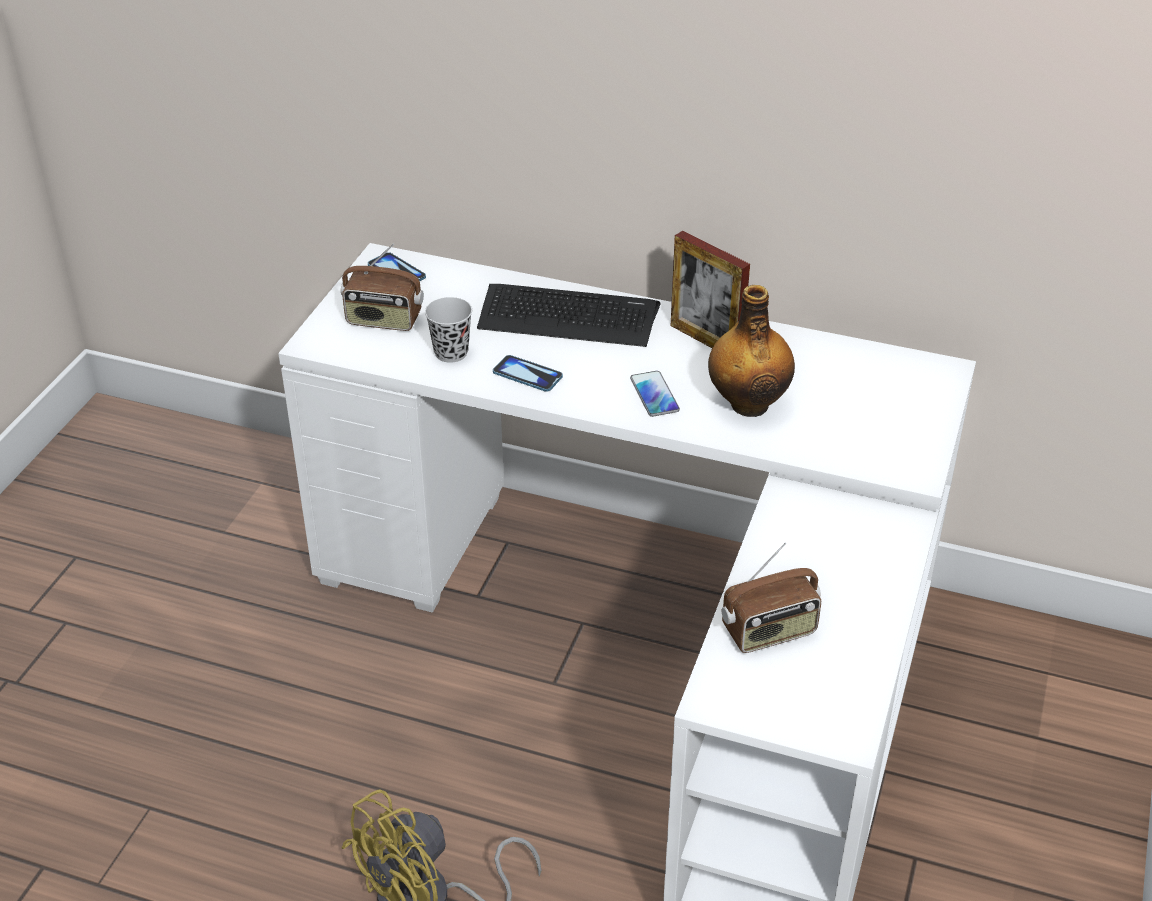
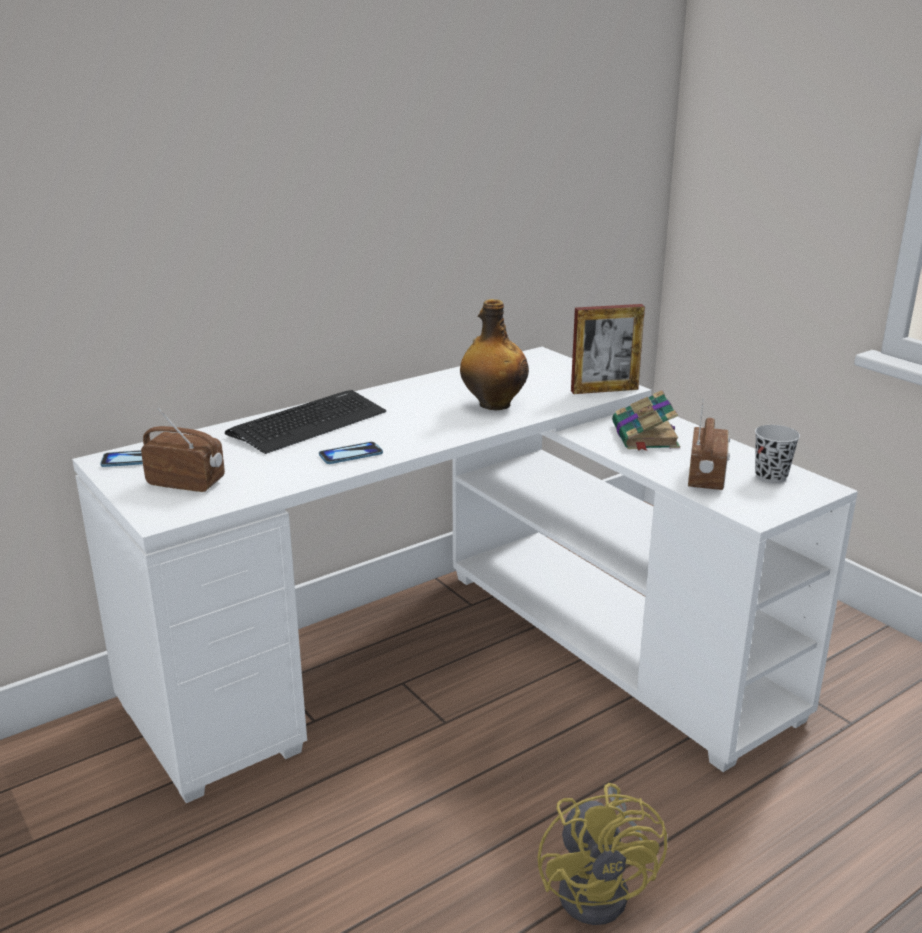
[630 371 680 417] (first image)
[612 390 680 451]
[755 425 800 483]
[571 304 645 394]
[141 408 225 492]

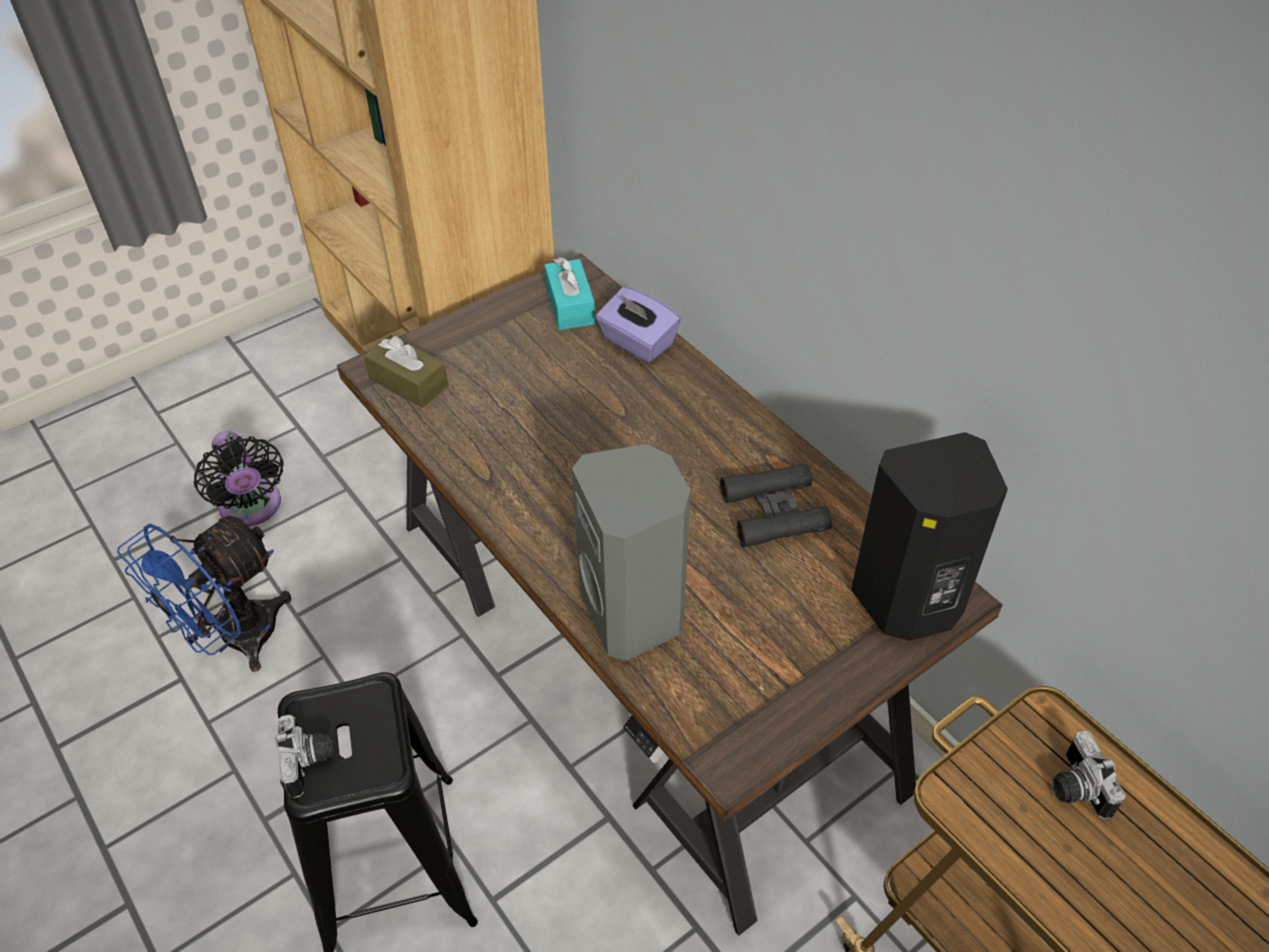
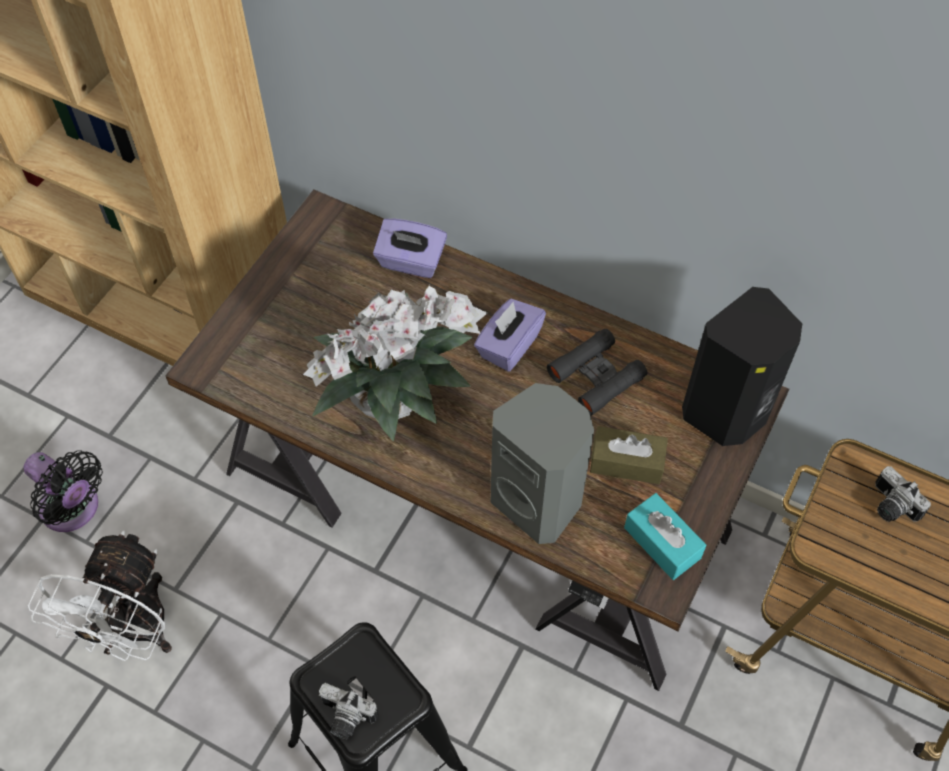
[303 285 487 441]
[474 299 546 372]
[590 426 668 484]
[624 493 706 580]
[28 531 172 661]
[319 683 379 740]

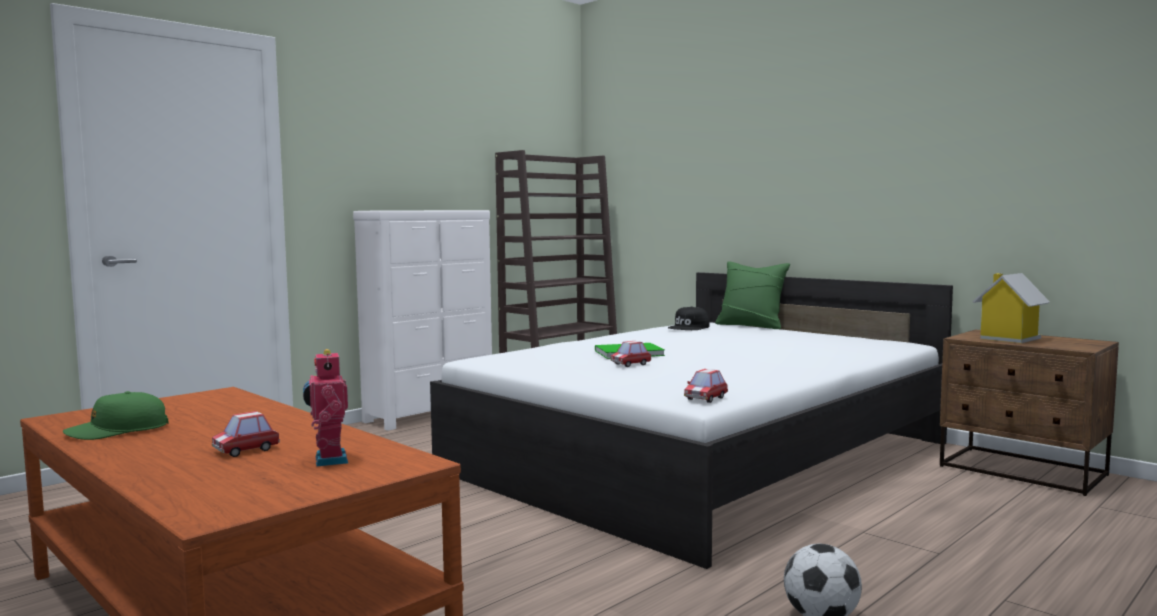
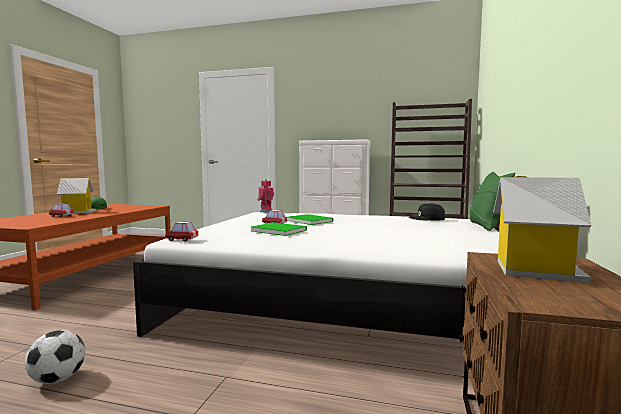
[57 178 96 214]
[251 222 307 236]
[257 179 274 213]

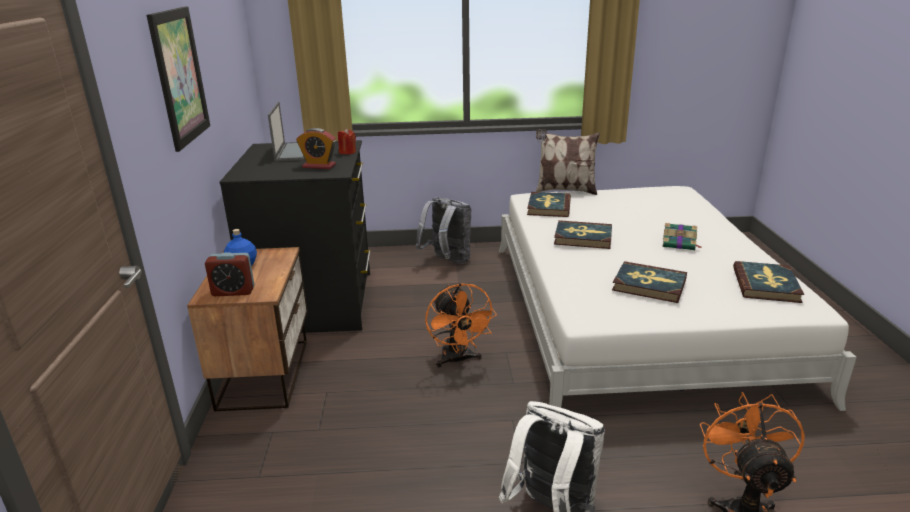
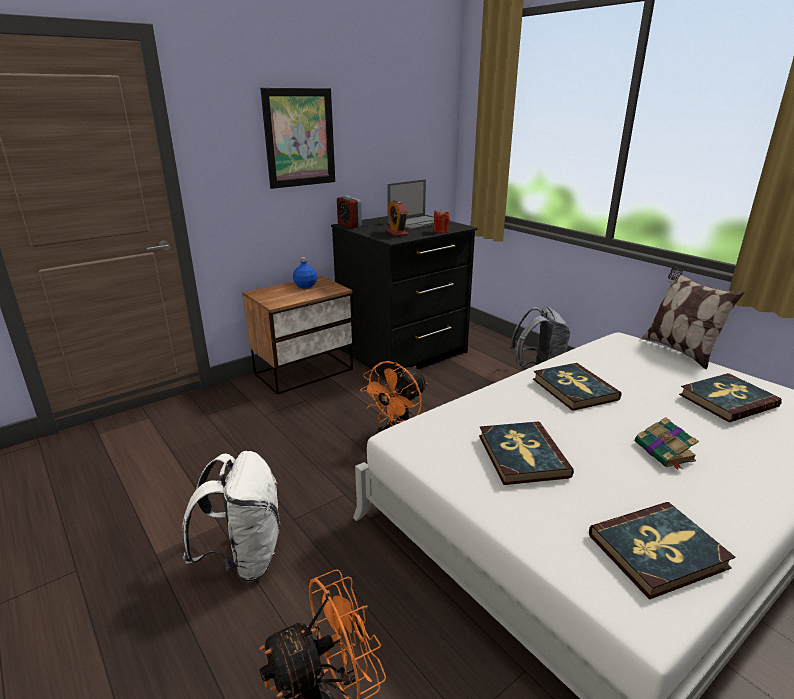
[337 195 362 228]
[679 373 782 422]

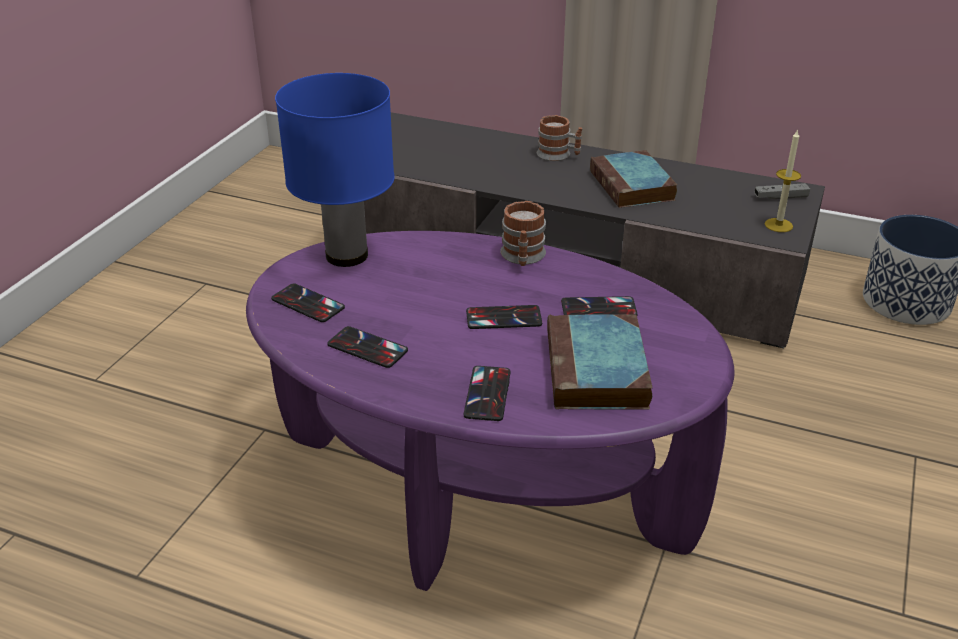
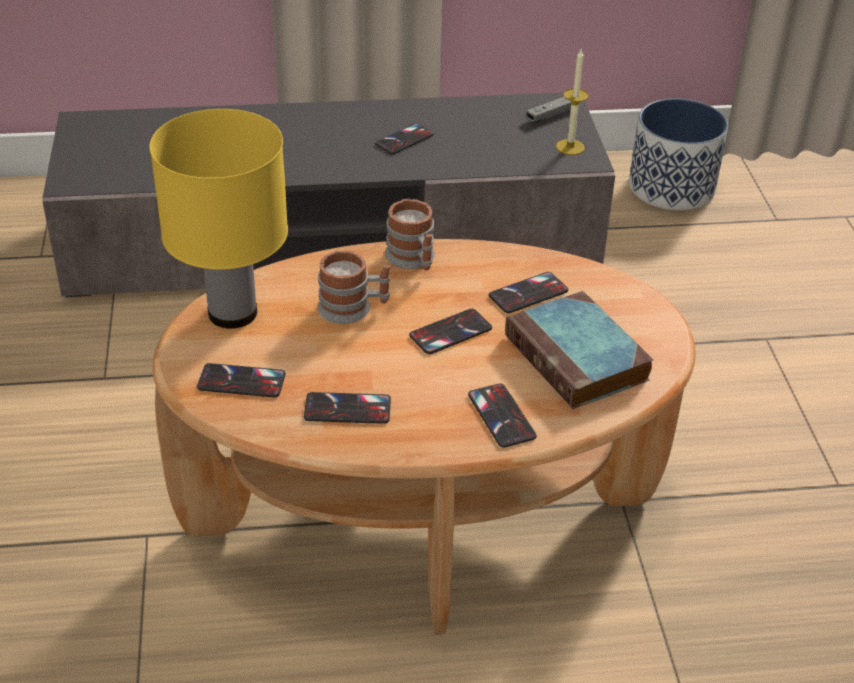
[317 250 390 324]
[375 123 434 154]
[153 239 696 635]
[150 109 288 329]

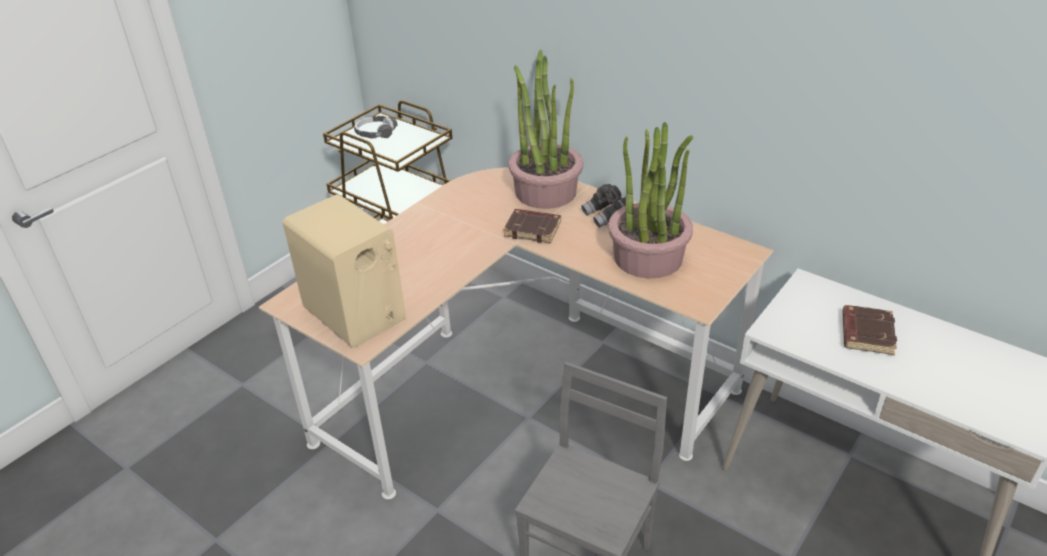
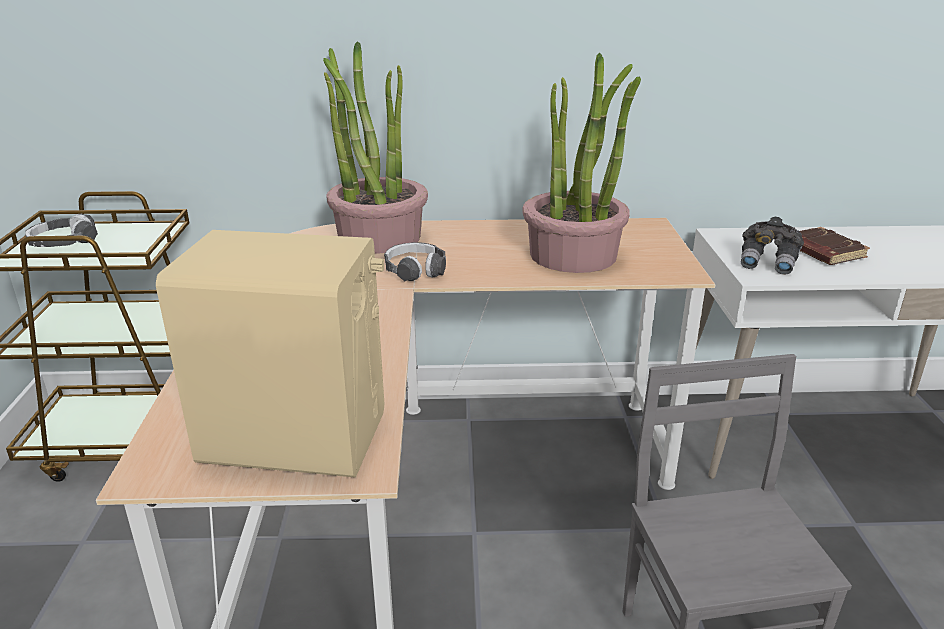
[741 217 804 275]
[384 242 446 281]

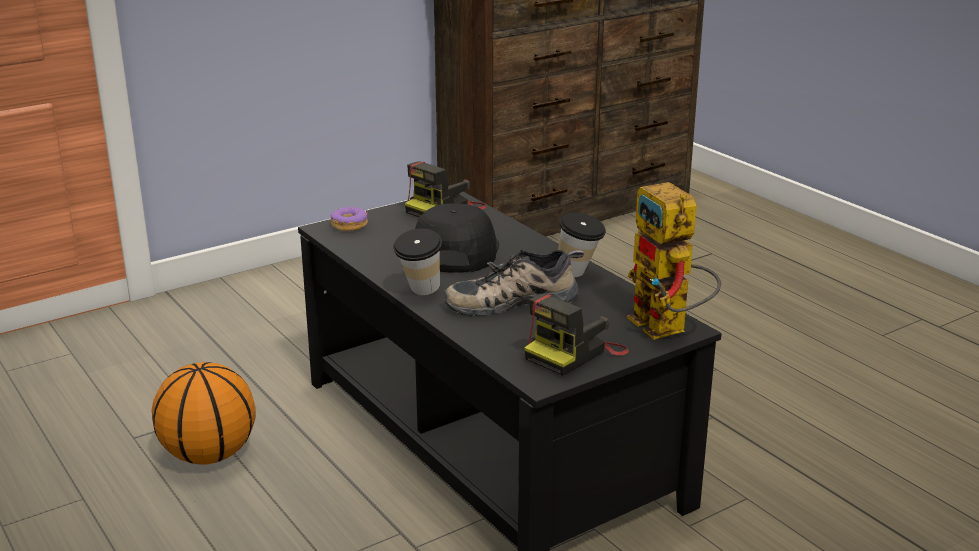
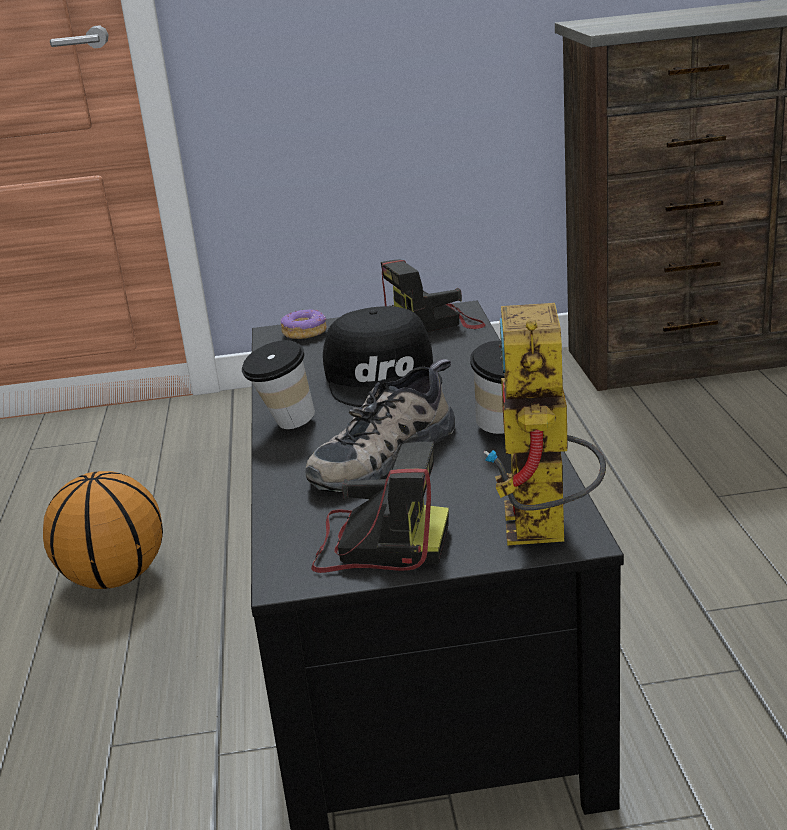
[323 306 442 407]
[306 359 455 493]
[311 442 449 573]

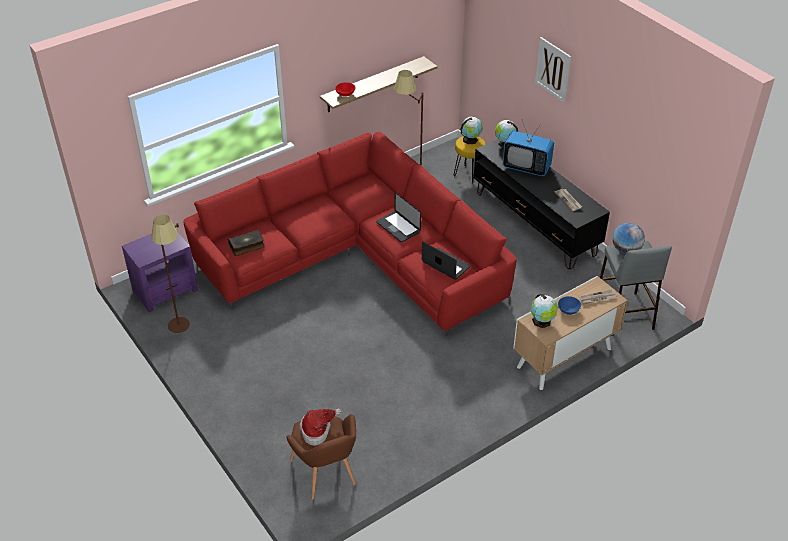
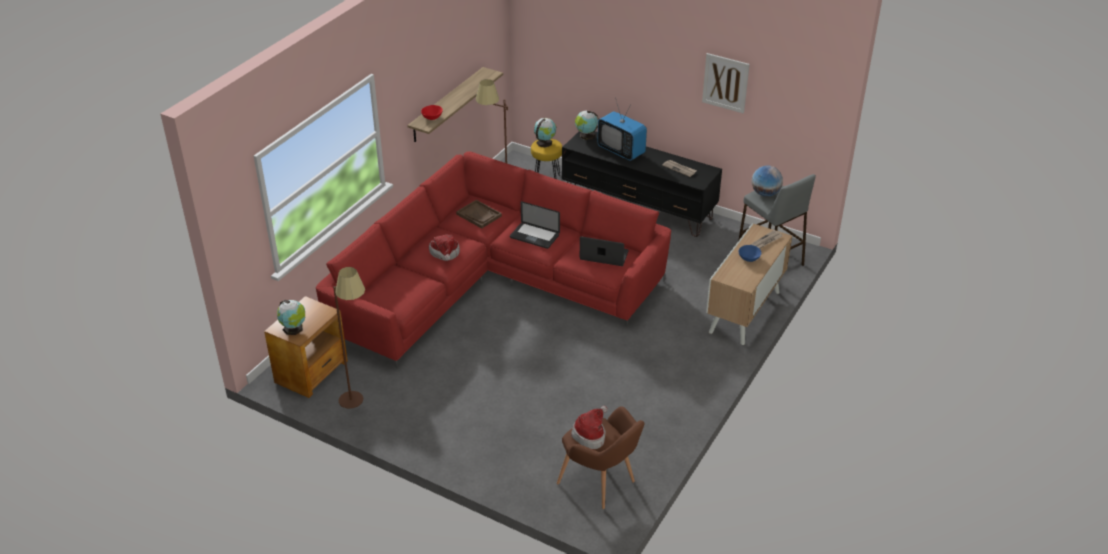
[228 230 265 256] (first image)
[429 235 460 261]
[456 200 502 229]
[277 300 305 335]
[702 53 750 113]
[264 296 348 398]
[597 98 647 161]

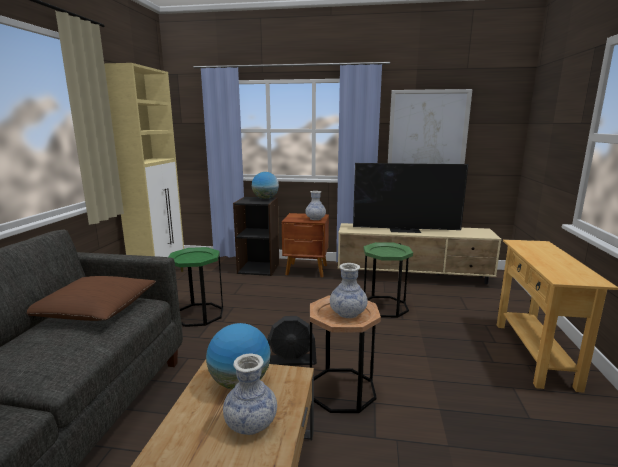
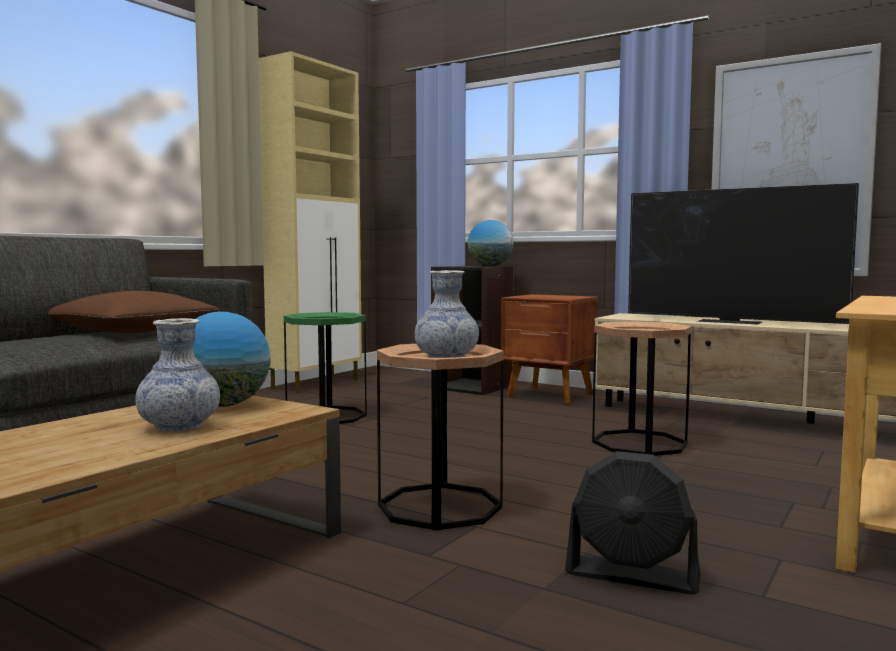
[305 191 326 220] (first image)
[565 451 700 595]
[592 321 691 456]

